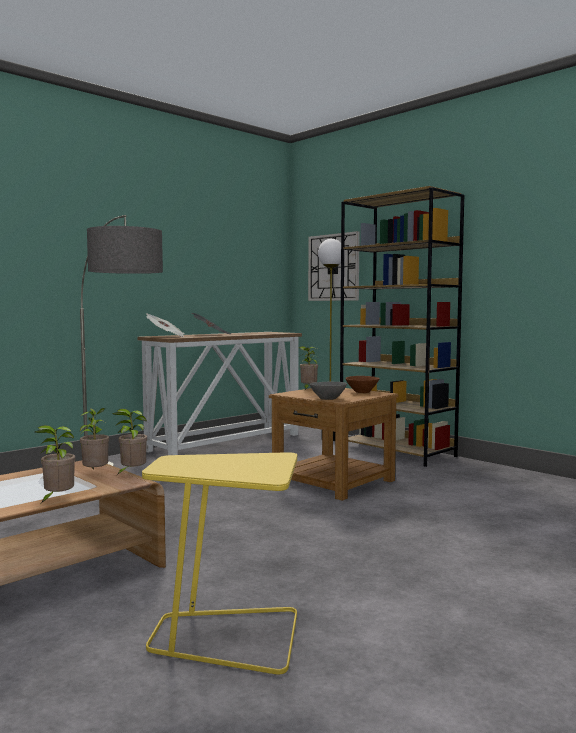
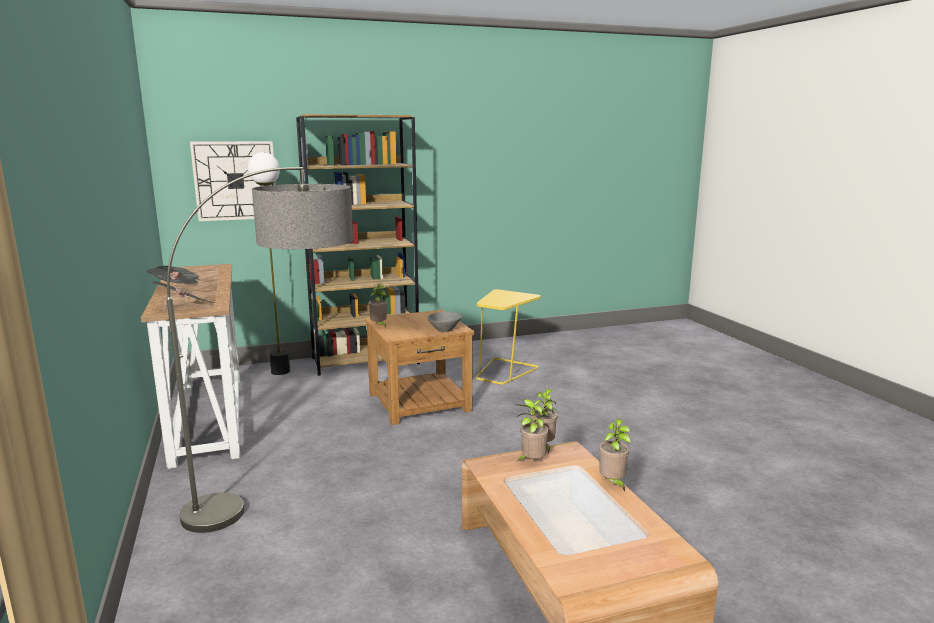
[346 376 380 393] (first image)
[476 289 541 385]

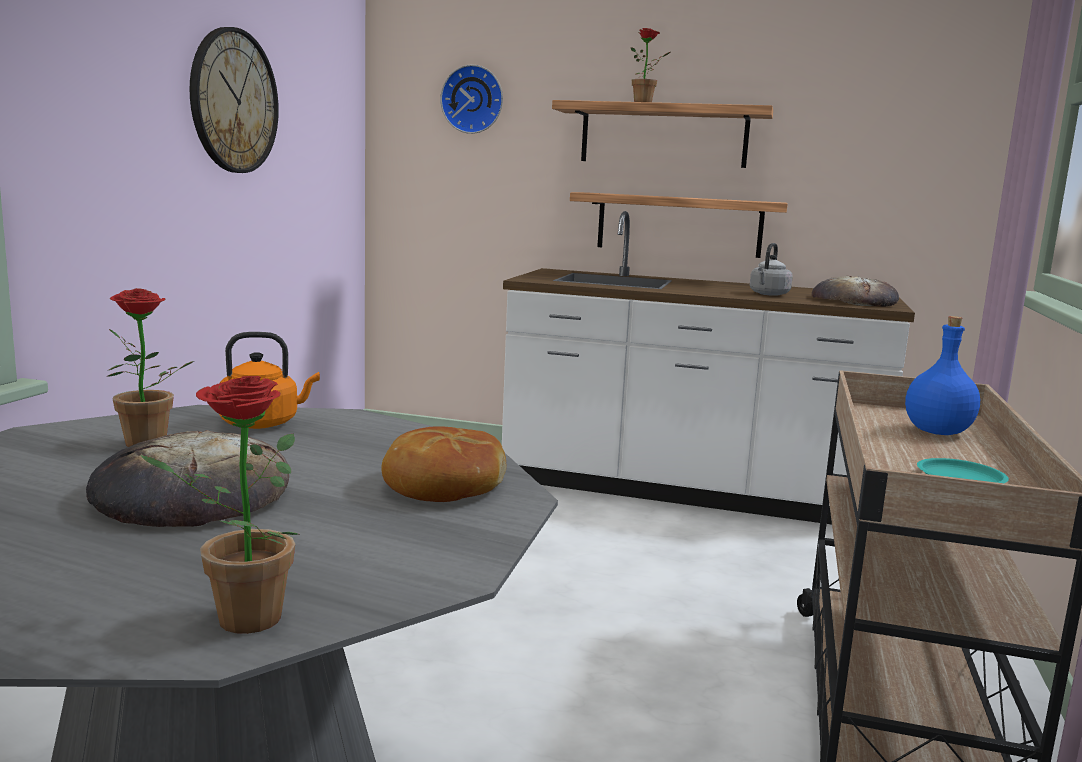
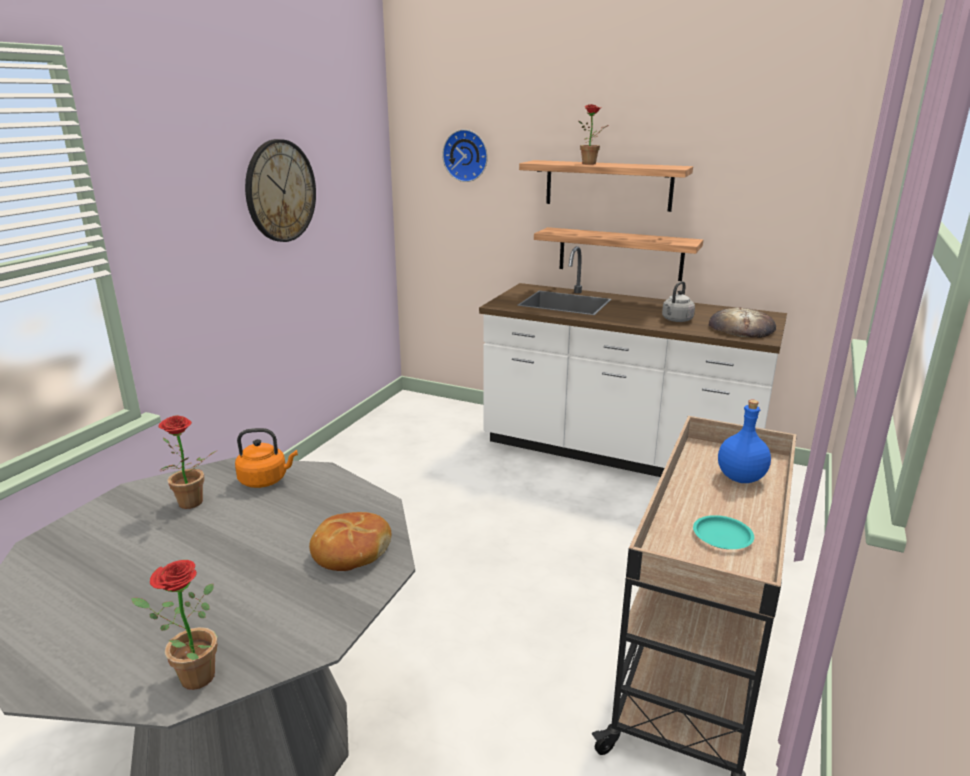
[86 430 290 527] (first image)

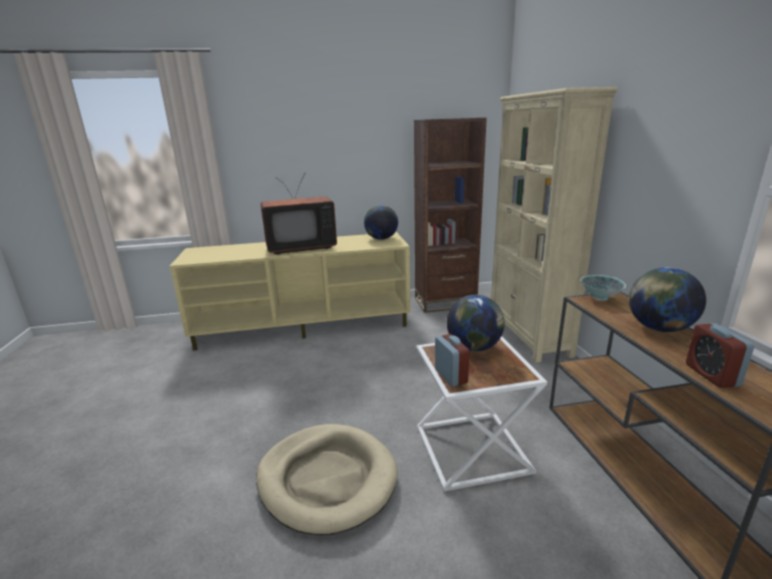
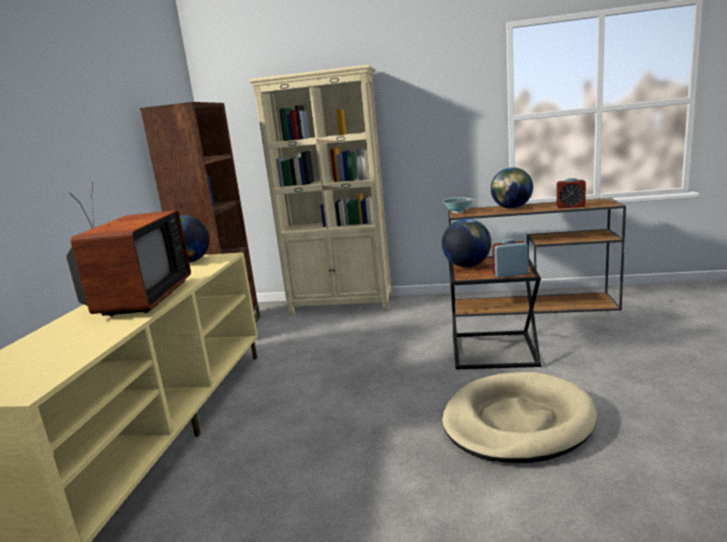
[448 256 541 370]

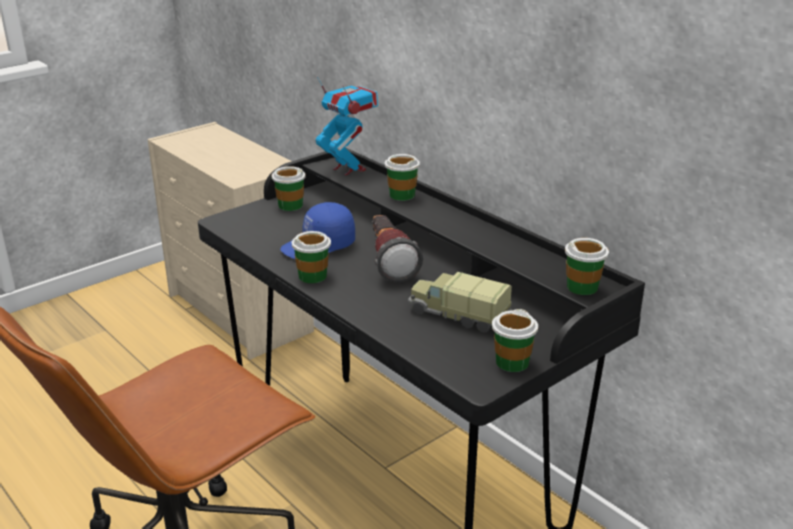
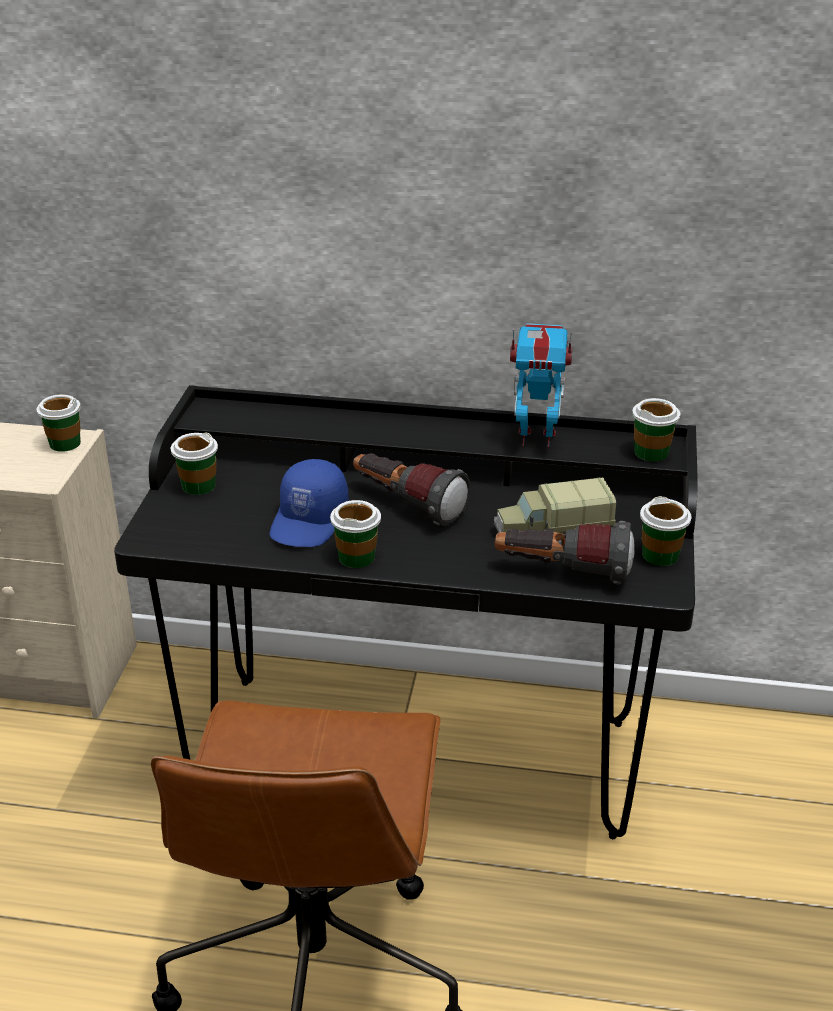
[495 521 635 584]
[510 323 572 449]
[37 394 81 452]

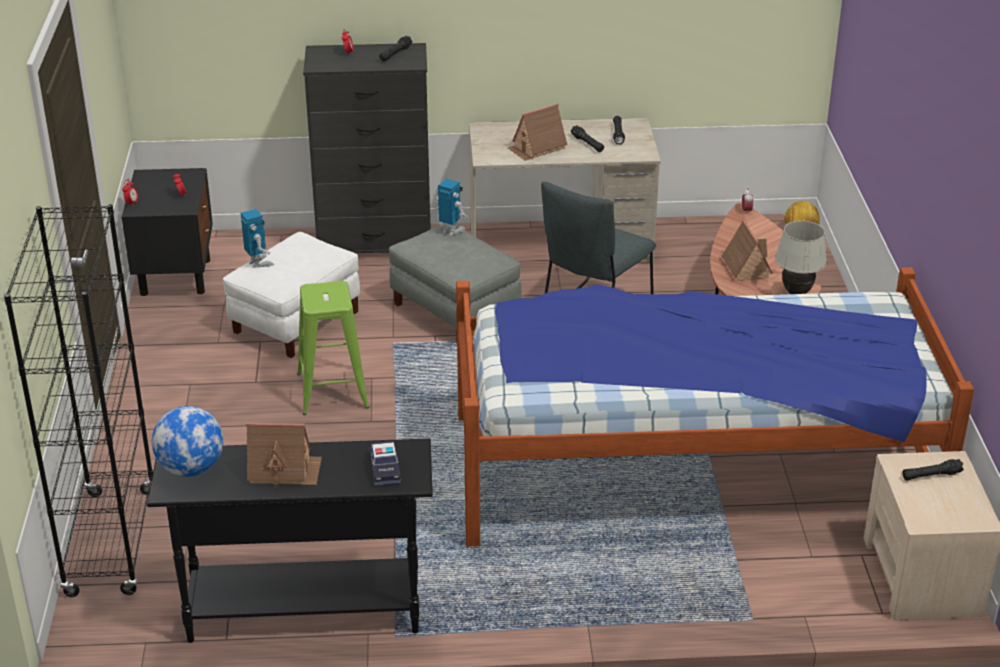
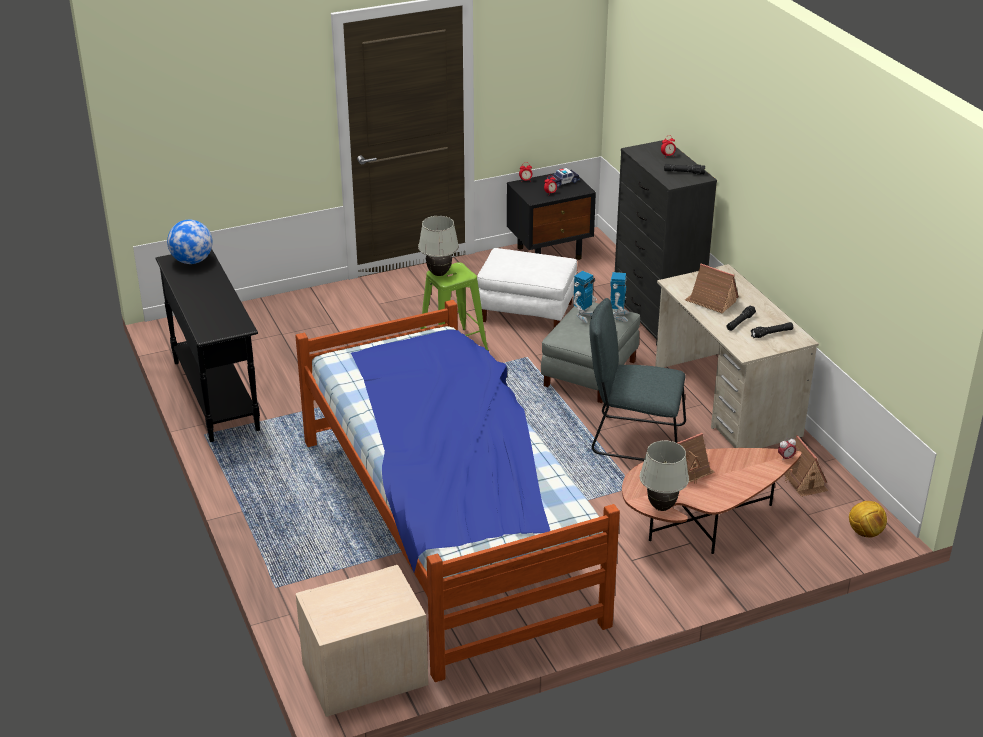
[4 204 153 597] (first image)
[902 459 964 480] (first image)
[418 216 459 276]
[573 271 597 323]
[784 435 828 497]
[546 168 580 187]

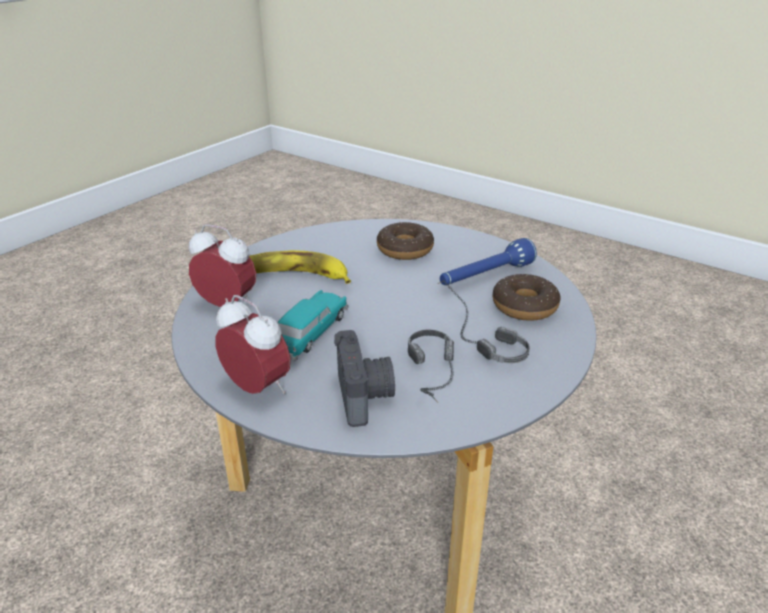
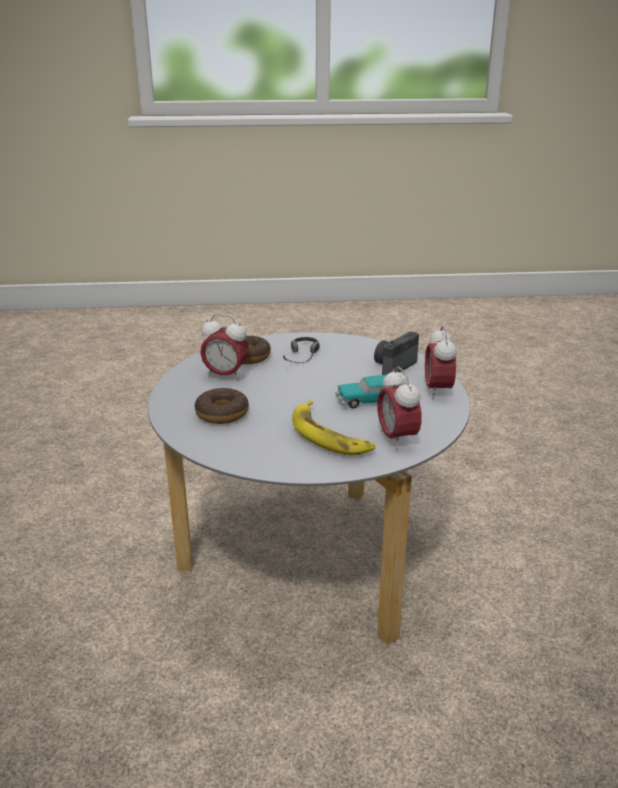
[408 330 454 402] (first image)
[200 314 249 381]

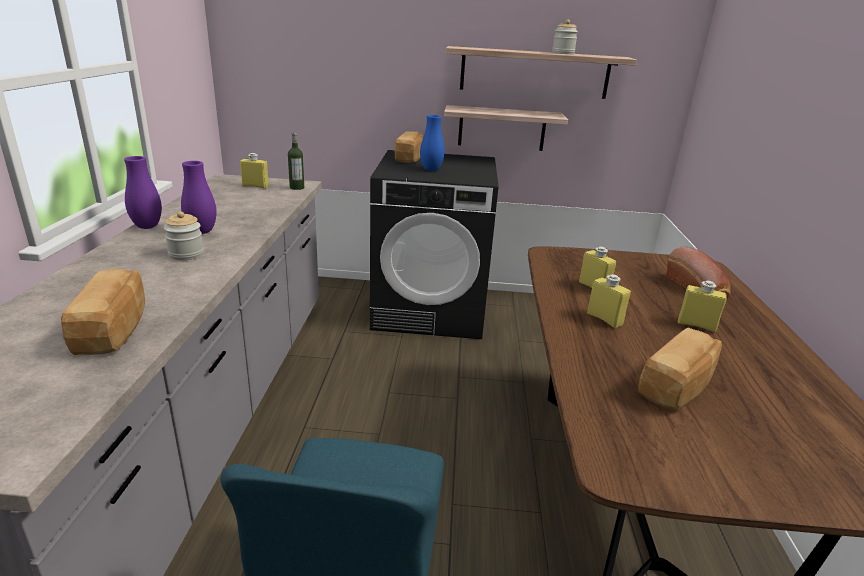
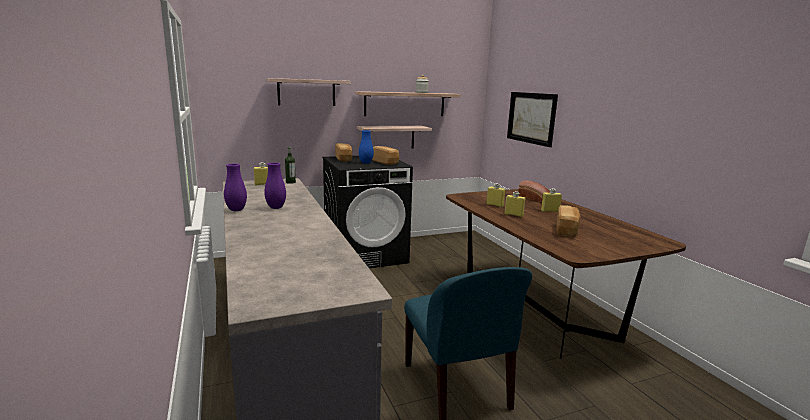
[164 211 204 261] (first image)
[267 78 351 106]
[507 92 558 147]
[372 146 399 165]

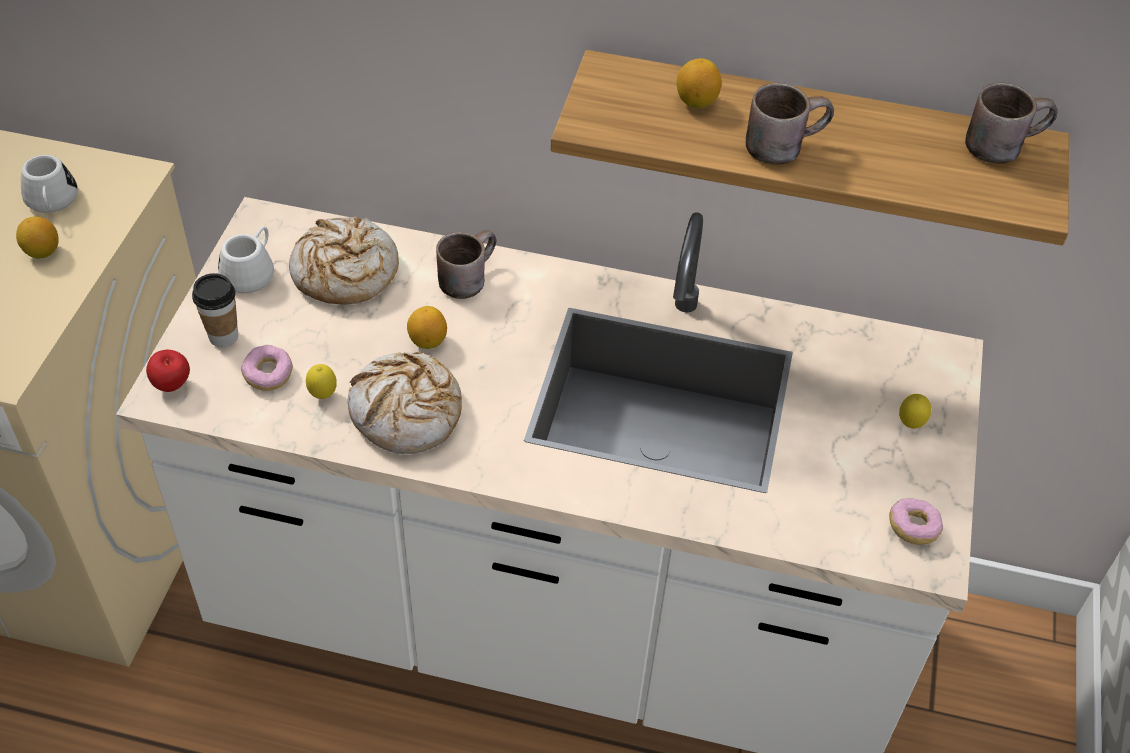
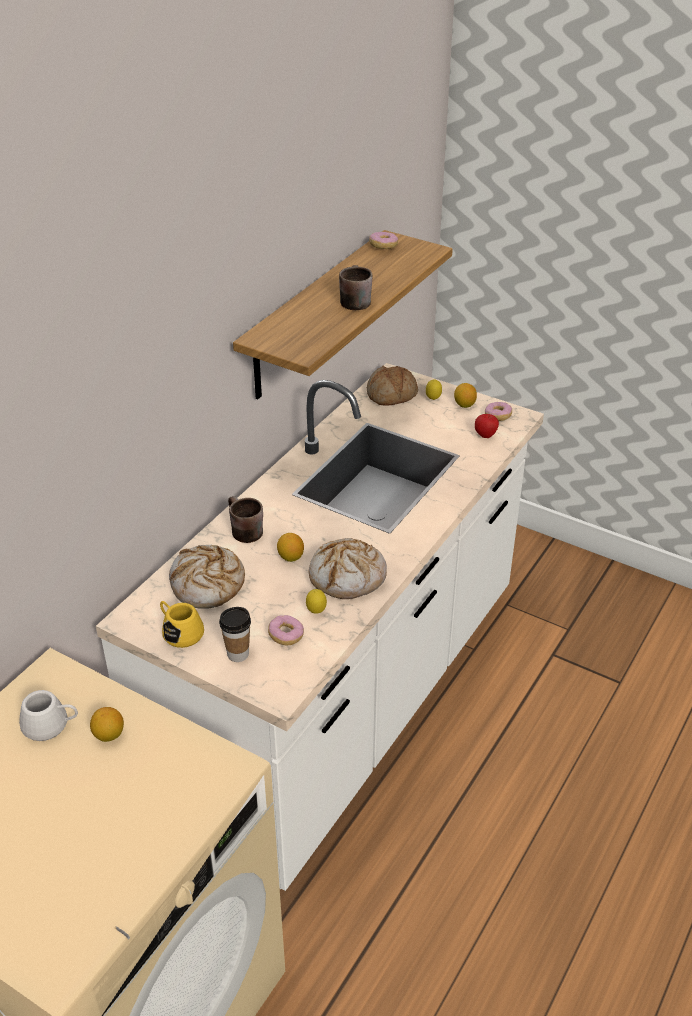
[367 366 418 406]
[475 414 499 438]
[454 383 477 408]
[369 232 398 249]
[160 601 204 648]

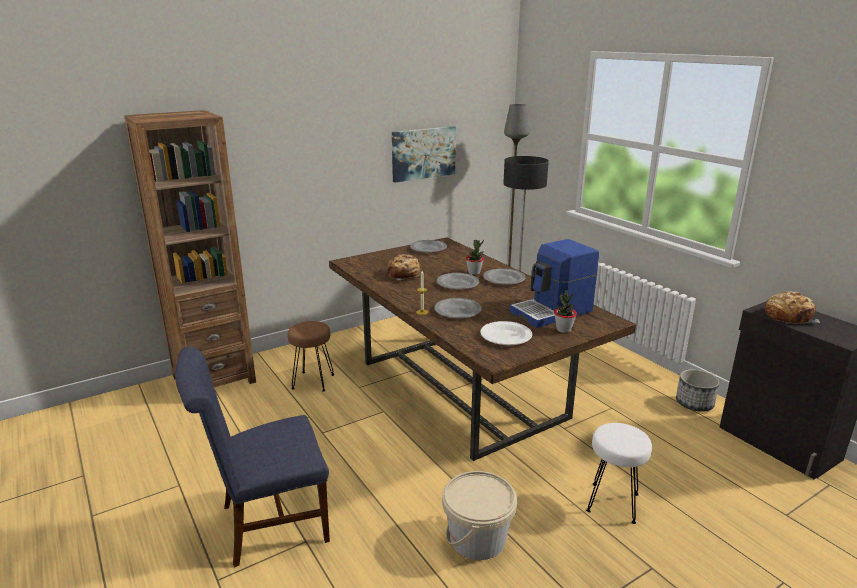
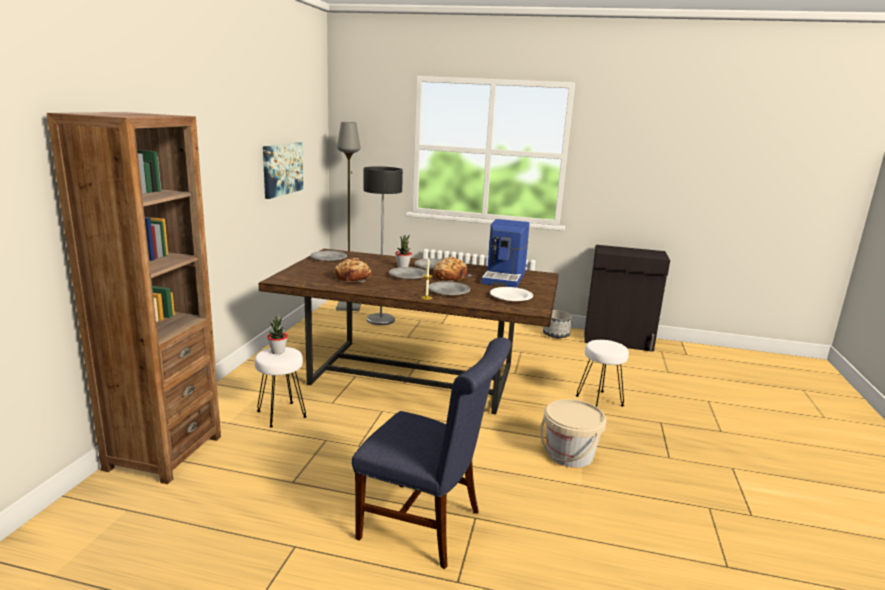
[267 316 288 354]
[433 257 472 282]
[255 347 307 427]
[352 338 511 569]

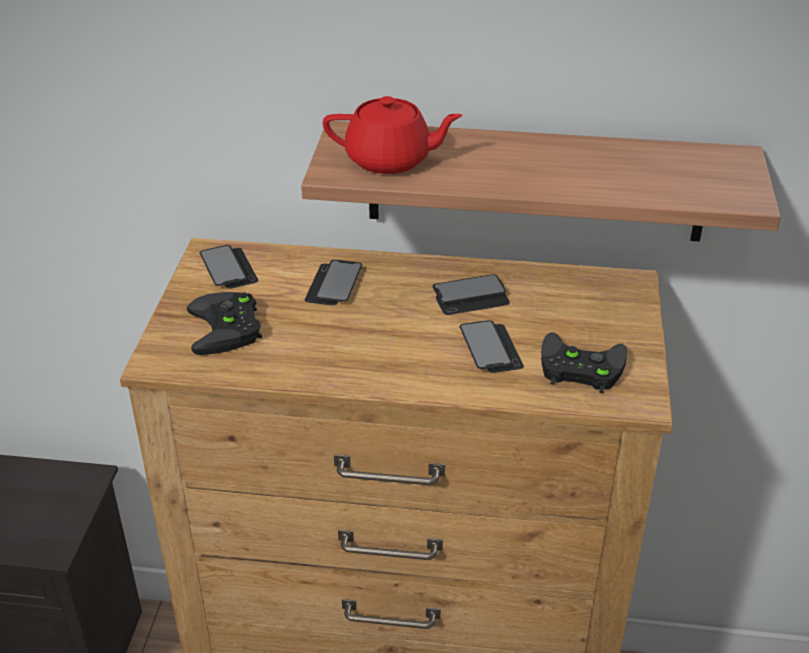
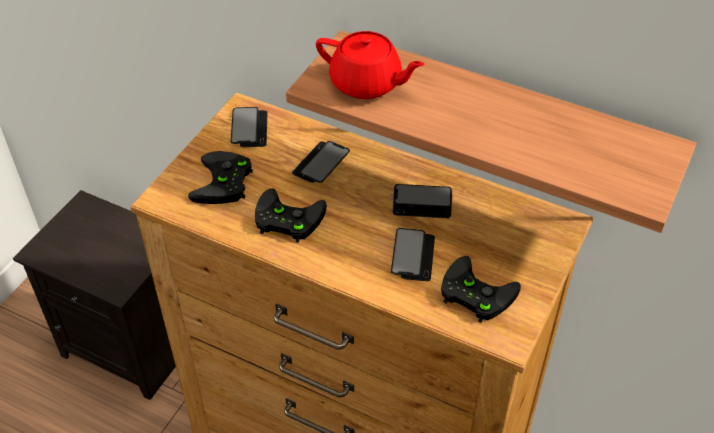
[255 188 327 243]

